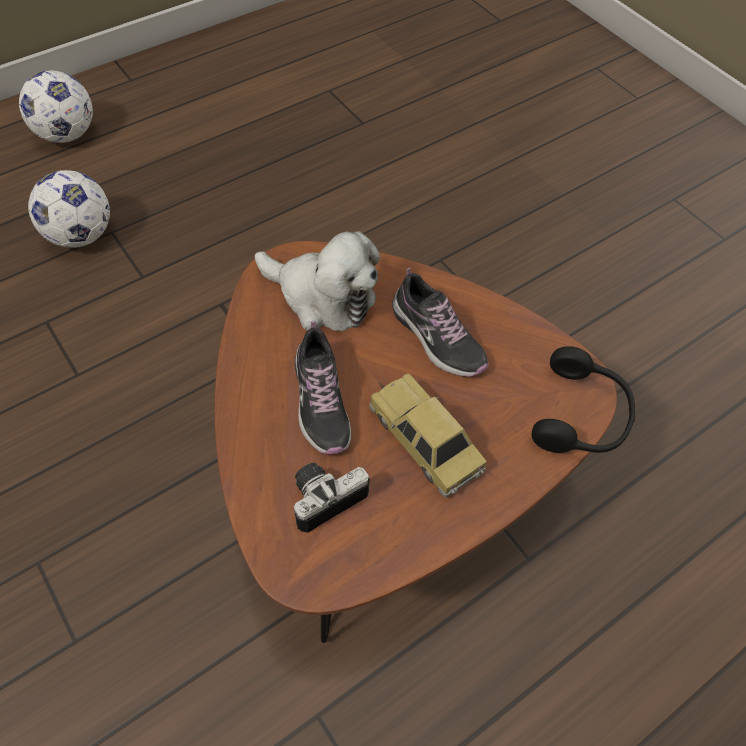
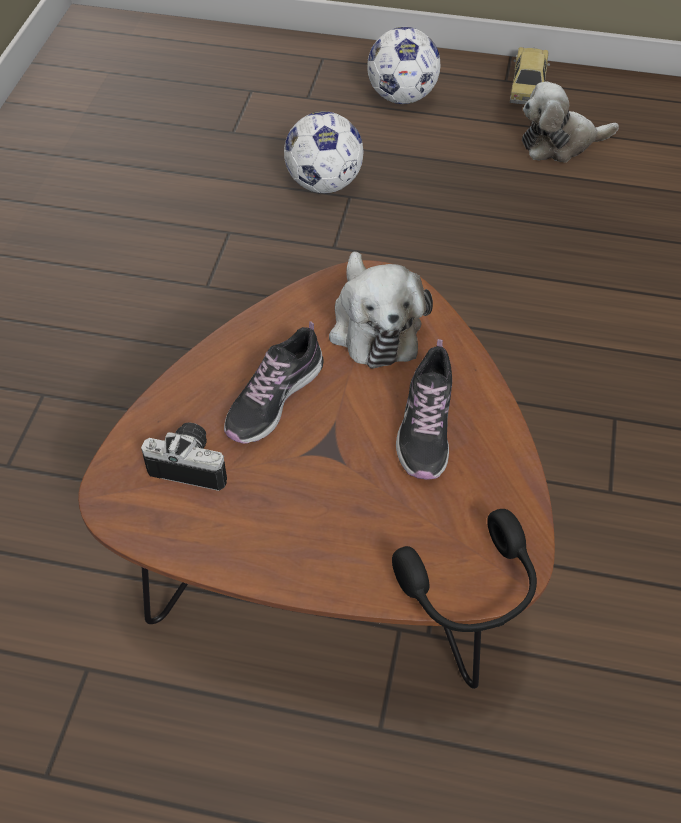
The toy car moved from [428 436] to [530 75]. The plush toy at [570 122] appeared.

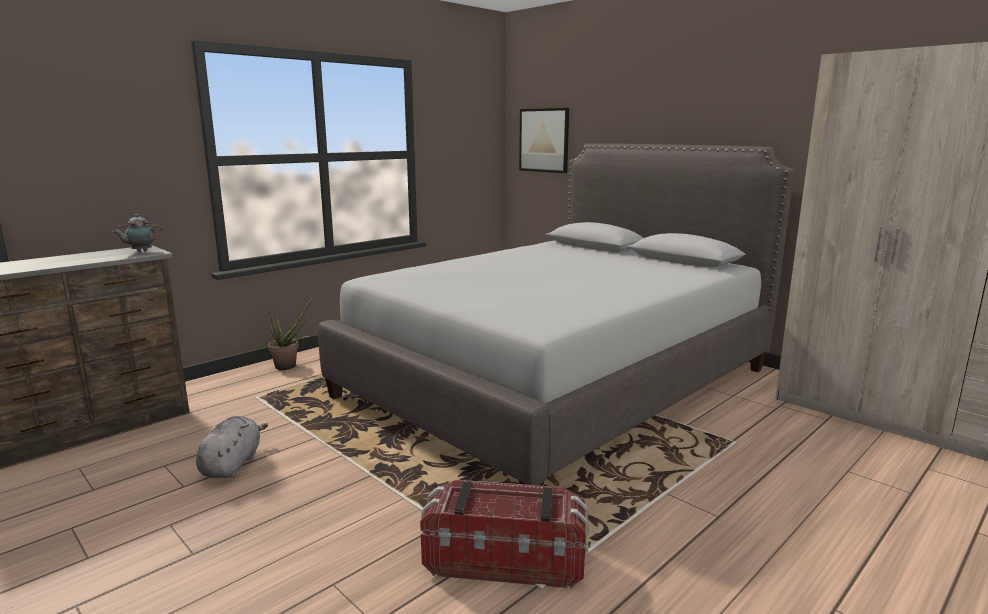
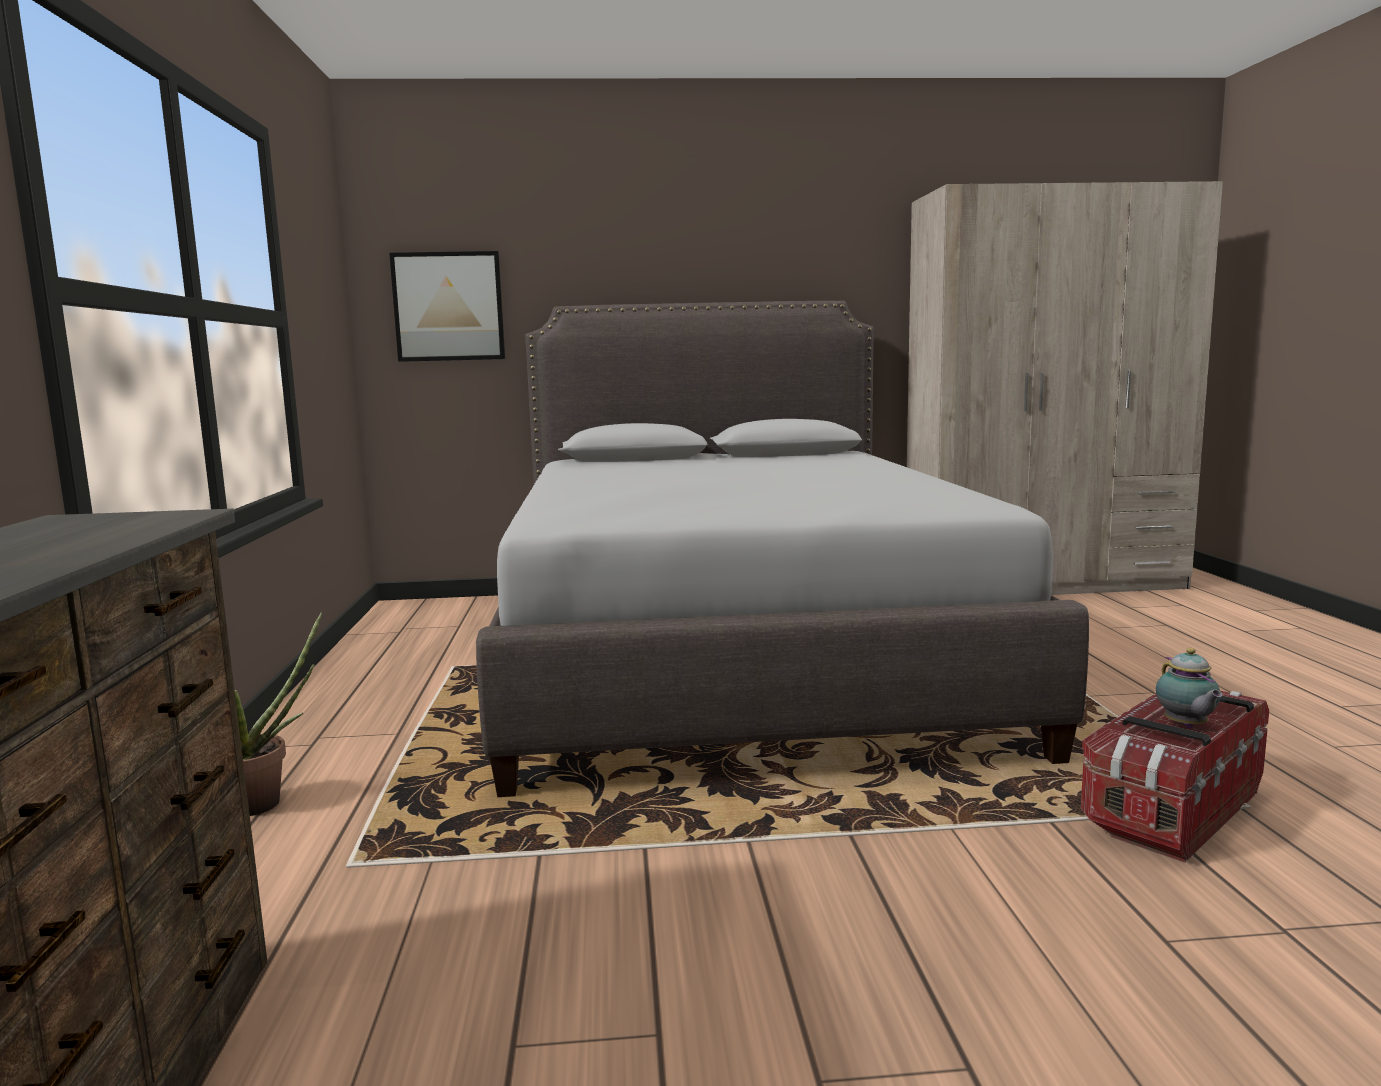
The teapot moved from [137 233] to [1189 688]. The plush toy in grey at [232 447] disappeared.

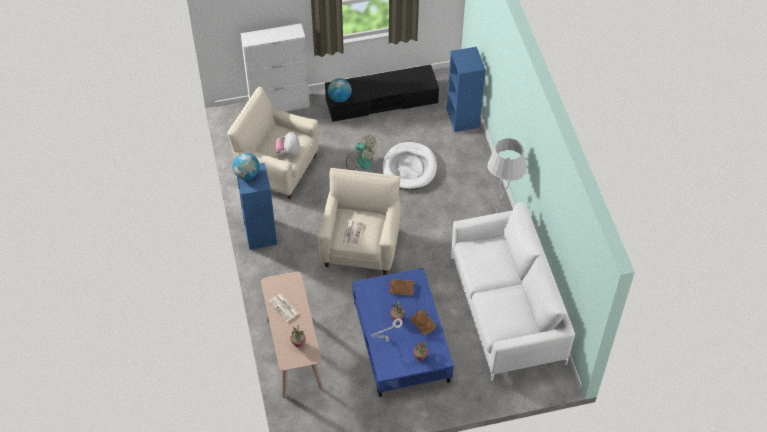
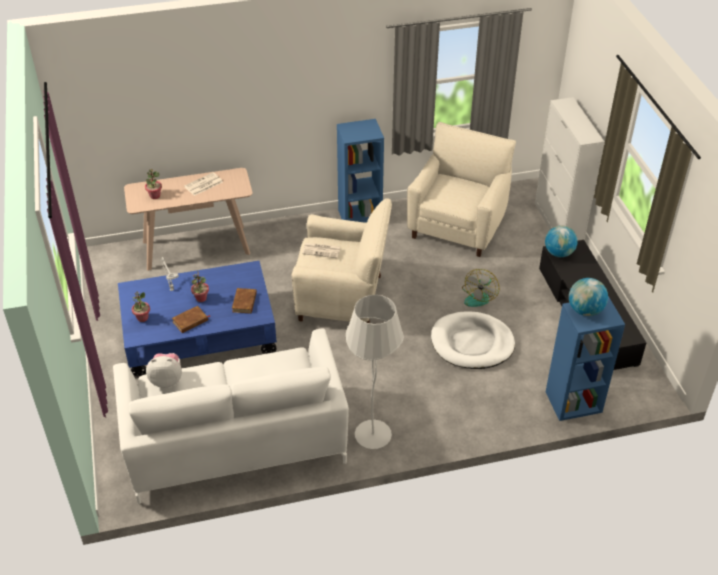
The plush toy moved from [287 144] to [164 370]. The globe moved from [246 166] to [588 297].

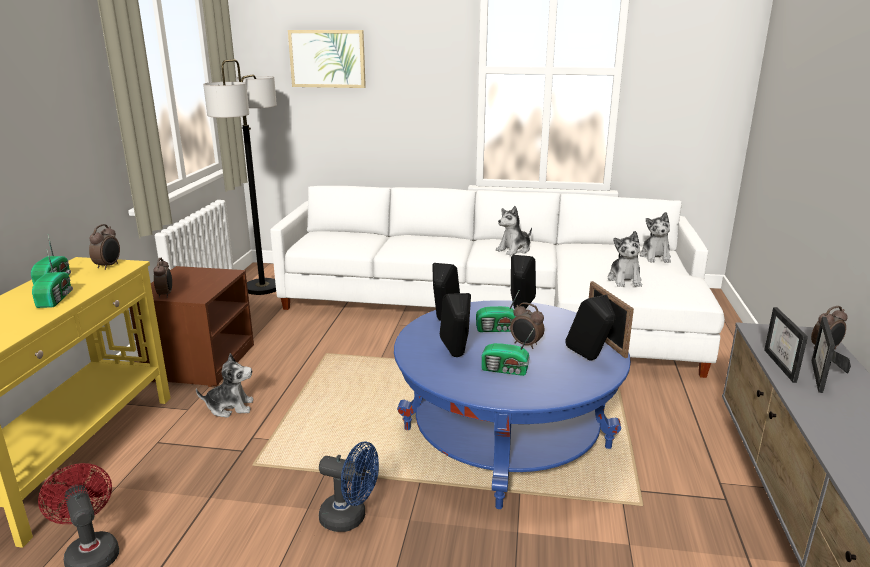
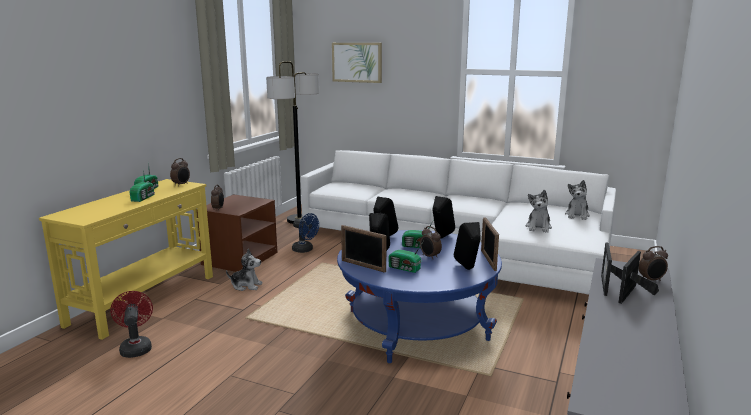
The plush toy at [514 231] disappeared. The fan in blue moved from [349 487] to [305 233]. The picture frame at [364 249] appeared.

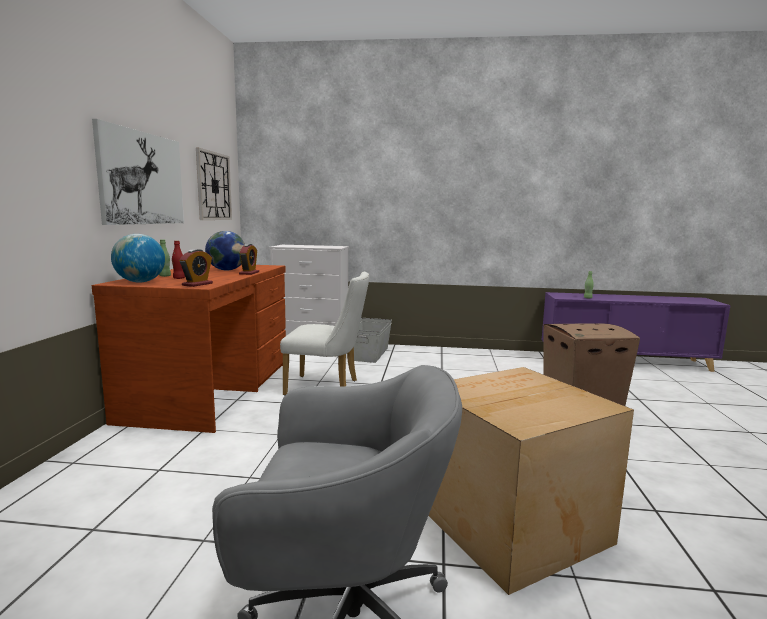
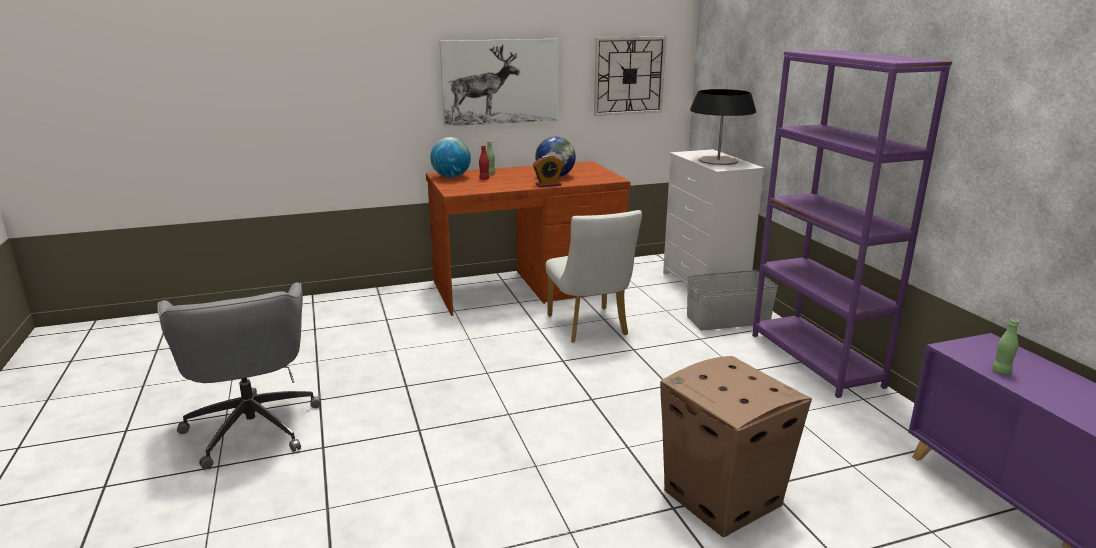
The alarm clock at [196 268] disappeared. The cardboard box at [531 481] disappeared. The bookcase in purple at [852 224] appeared. The table lamp at [723 127] appeared.

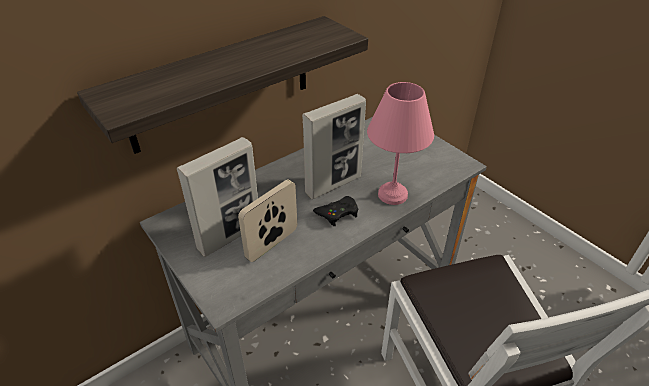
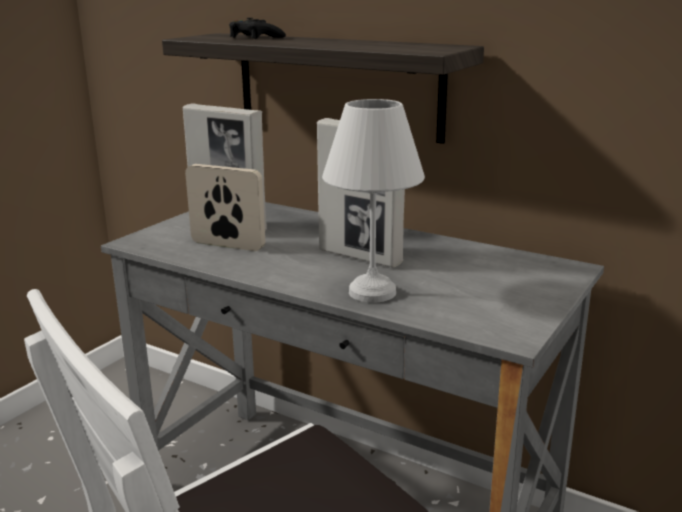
The table lamp in pink at [400 143] became the table lamp in white at [373 201]. The game controller in black moved from [335 211] to [257 28].

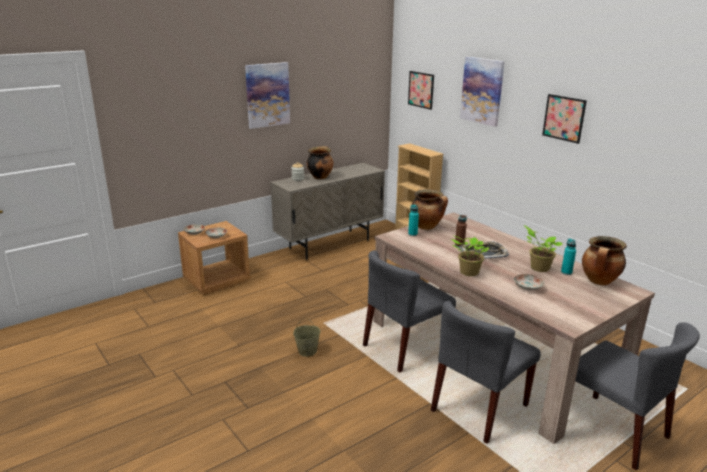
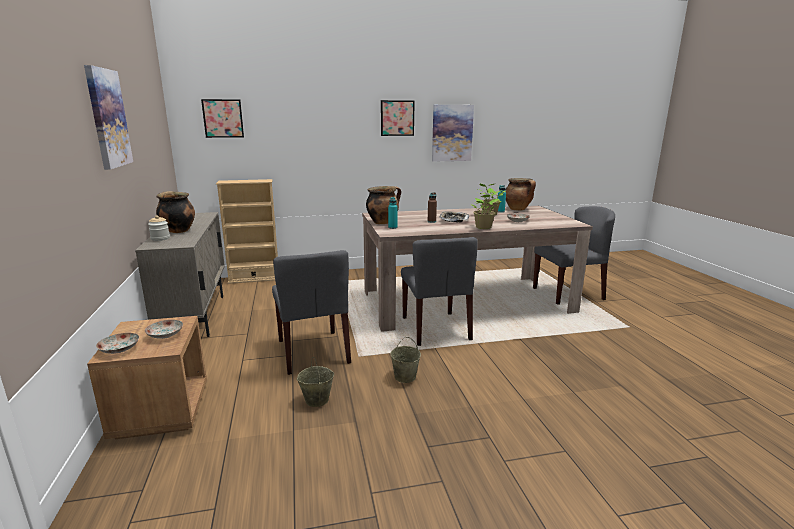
The picture moved from [482 92] to [453 133]. The chair in grey moved from [486 372] to [311 312]. The bucket in beige at [315 382] appeared.

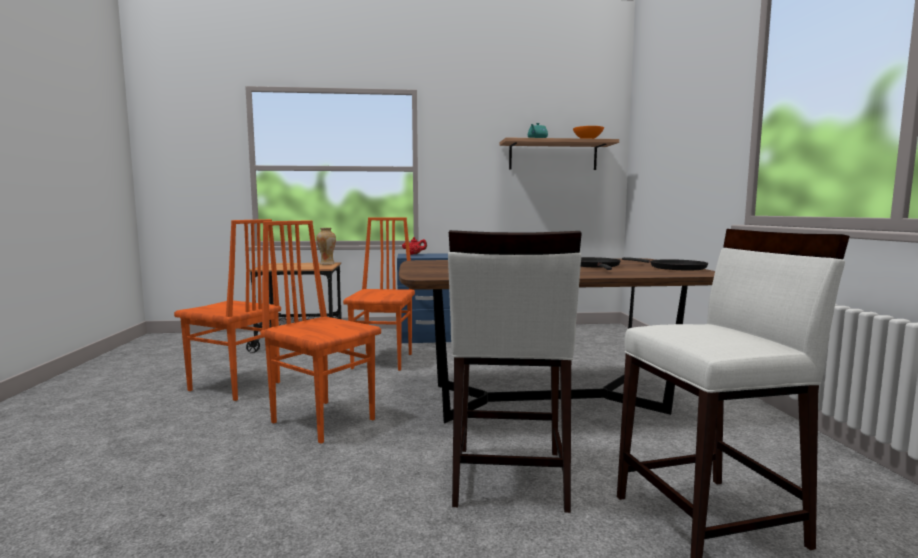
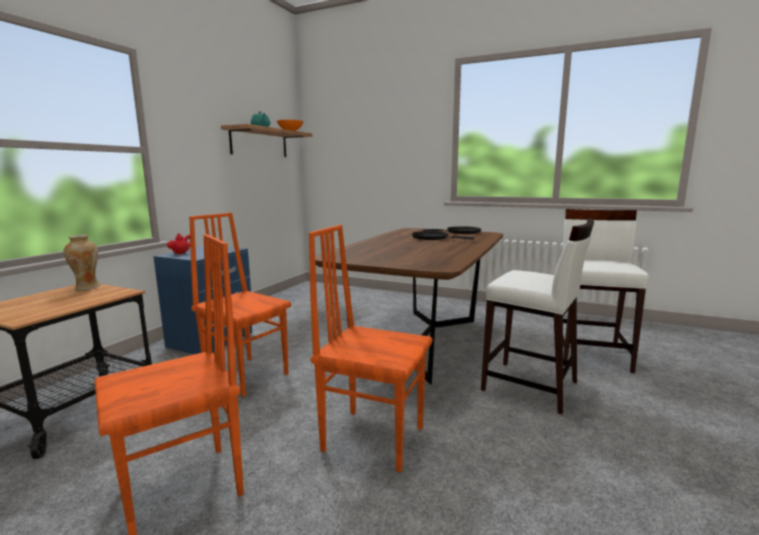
The chair in orange at [320 332] turned 45 degrees clockwise.

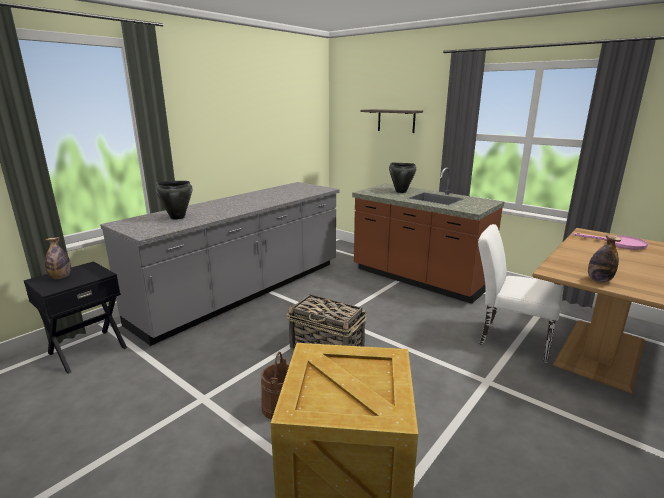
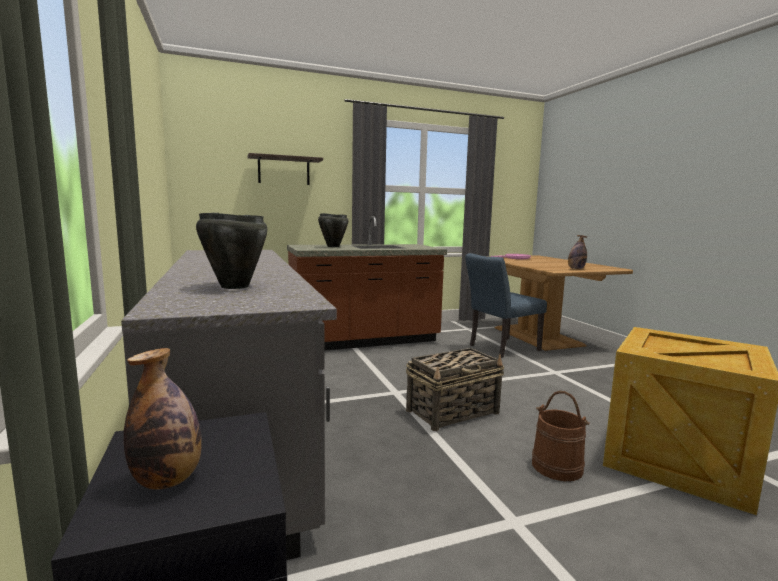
The chair in white at [521 293] became the chair in blue at [506 305].

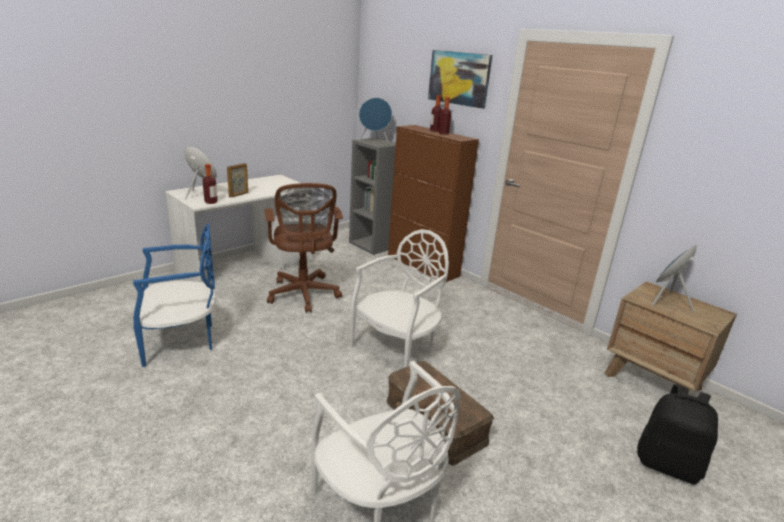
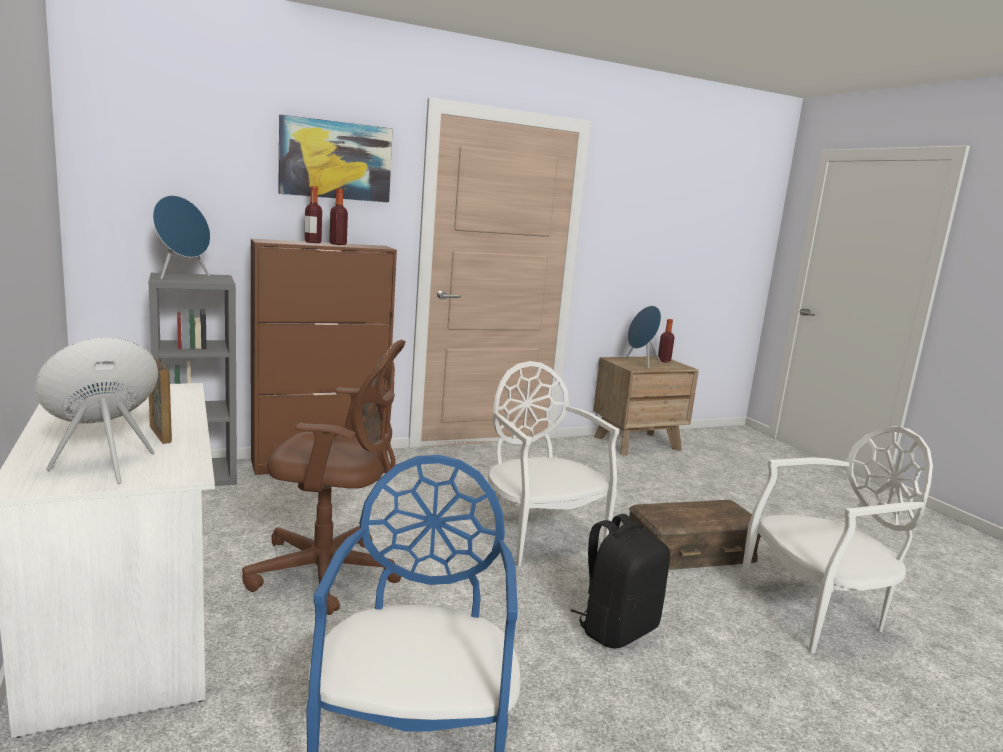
The bottle moved from [210 184] to [665 340]. The backpack in black moved from [677 434] to [620 581].

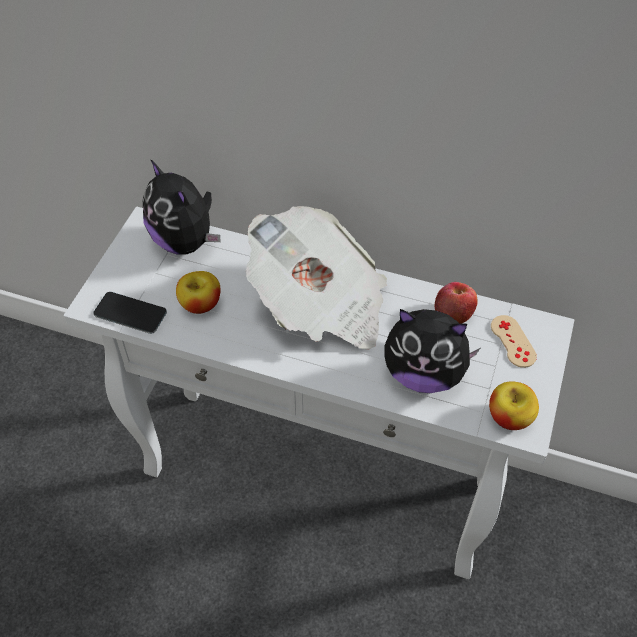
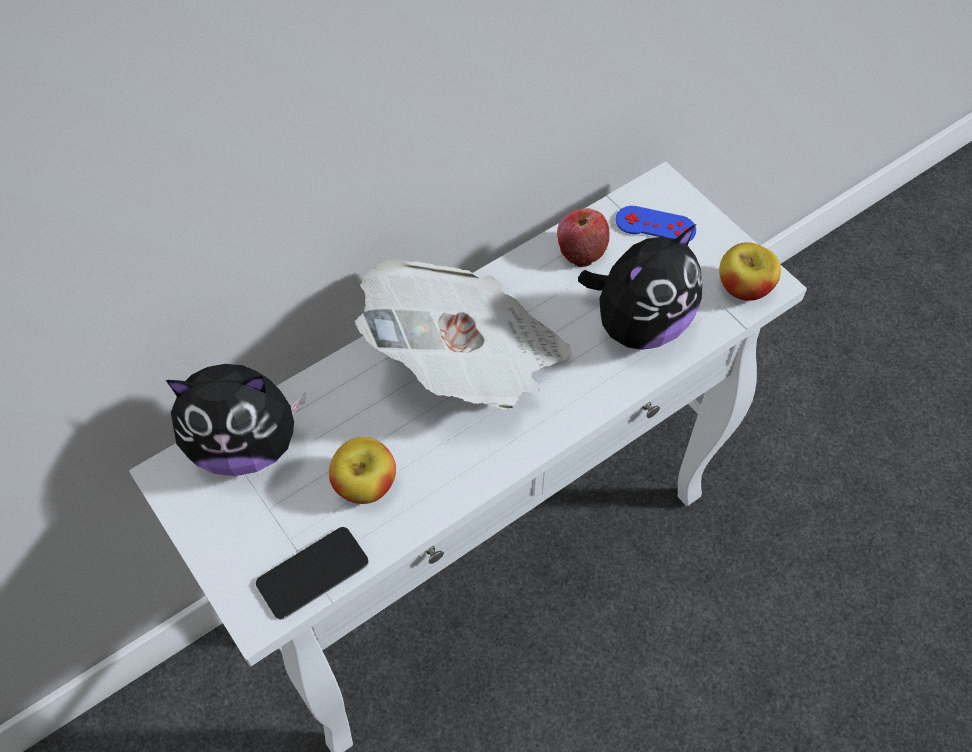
The game controller in beige at [514 341] became the game controller in blue at [656 224].

